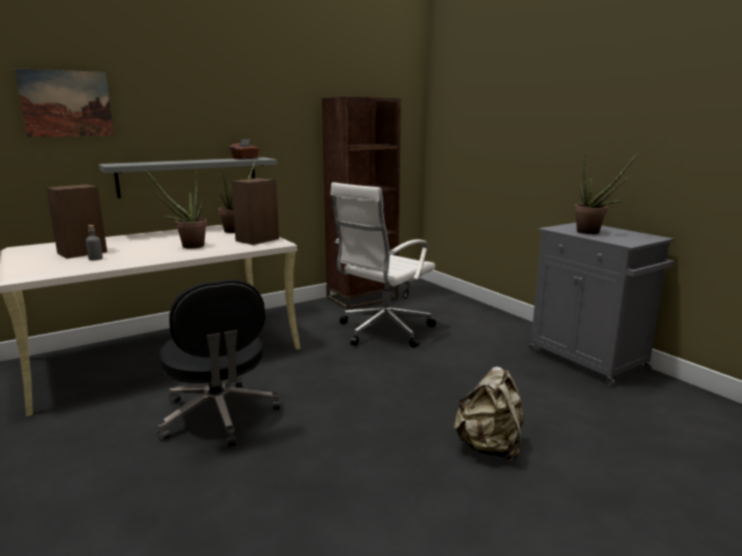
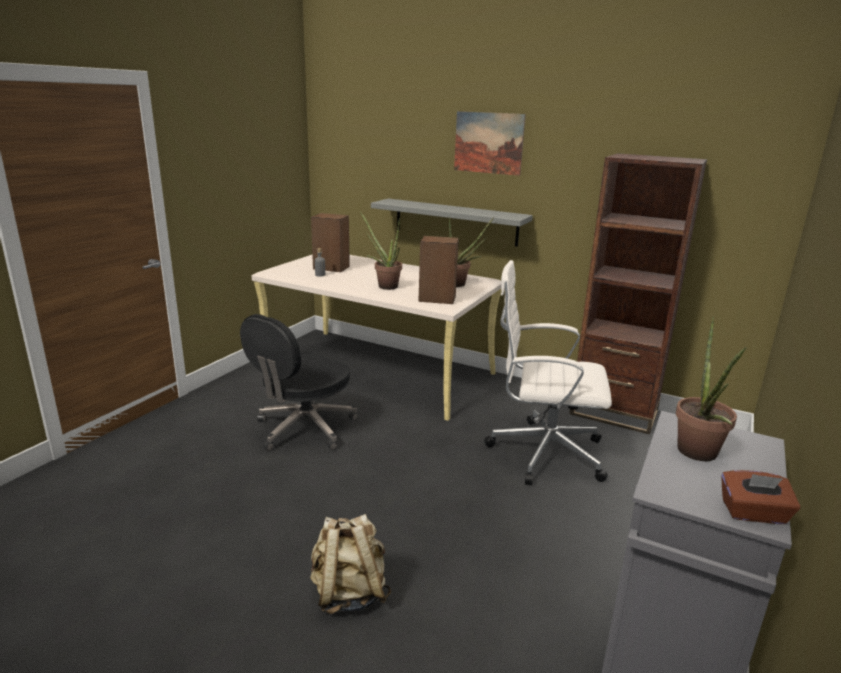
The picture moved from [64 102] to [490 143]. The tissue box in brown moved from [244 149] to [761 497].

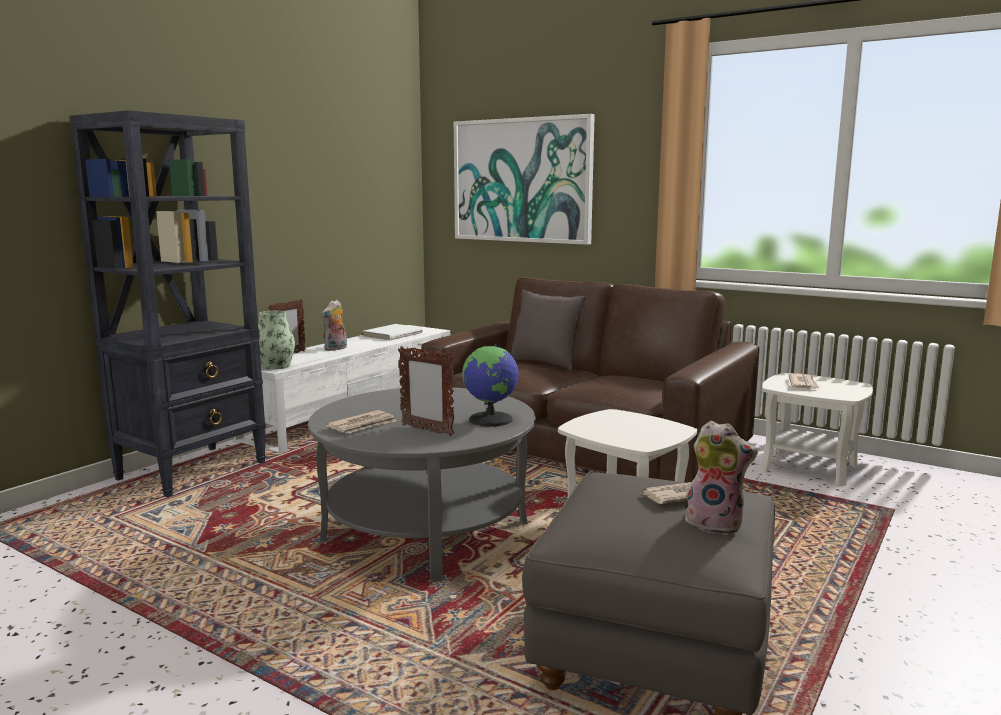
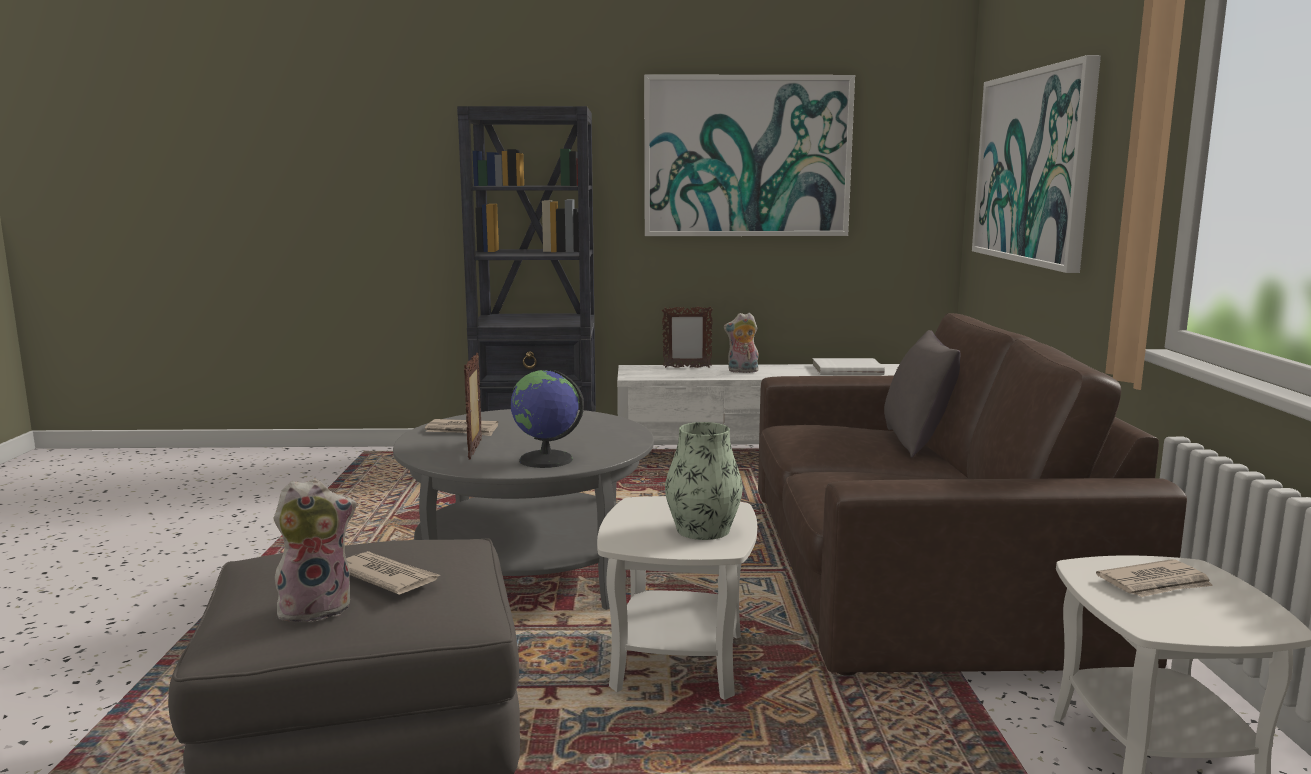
The vase moved from [276 340] to [704 481]. The plush toy at [721 478] turned 105 degrees counterclockwise. The picture at [749 155] appeared.

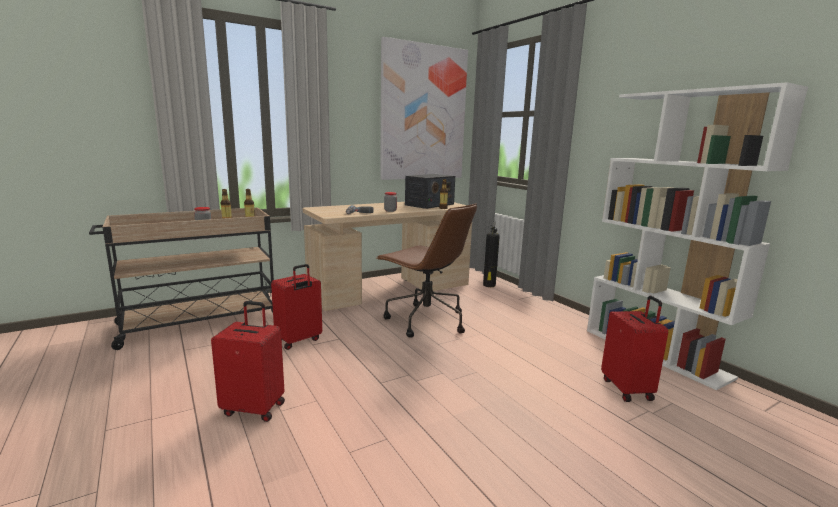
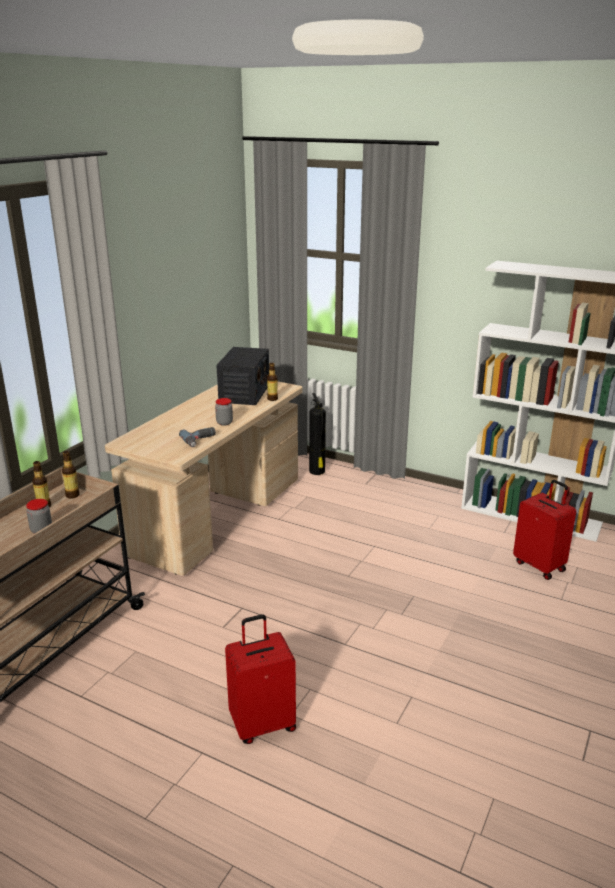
The picture at [424 108] disappeared. The office chair in brown at [426 270] disappeared. The suitcase in red at [296 307] disappeared.

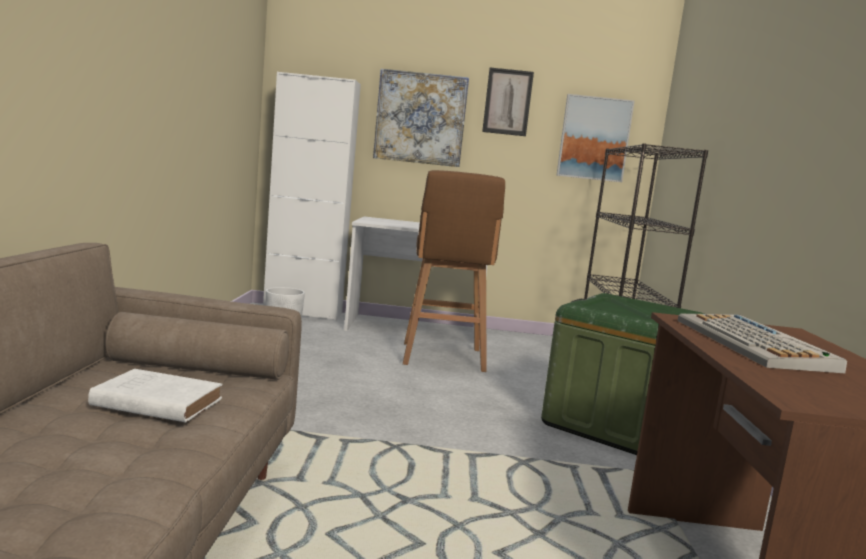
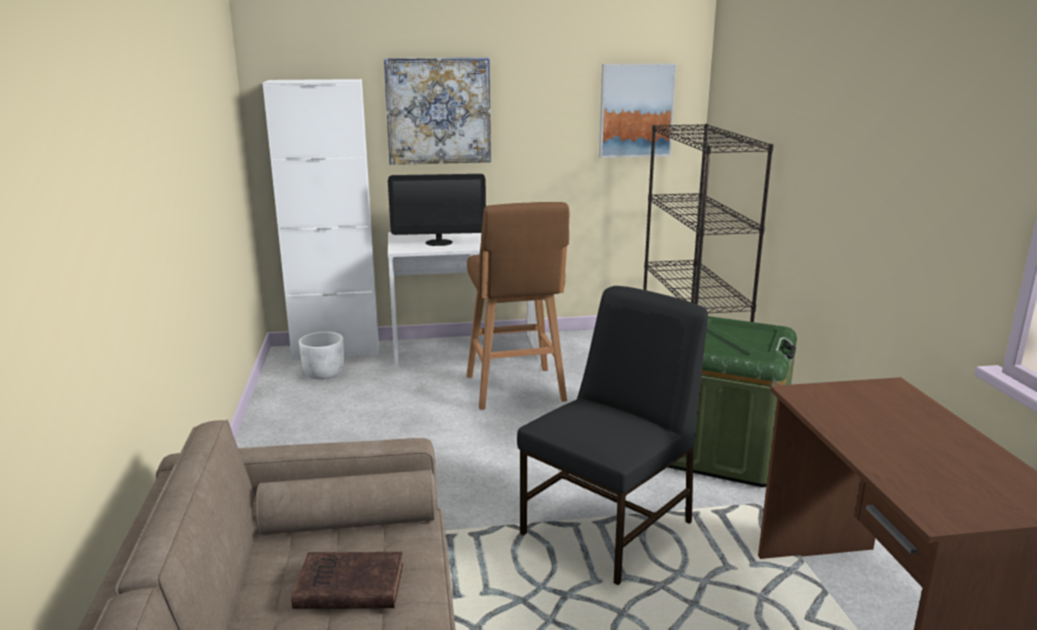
The picture at [508 102] disappeared. The keyboard at [762 343] disappeared. The book in white at [155 396] became the book in brown at [347 580]. The monitor at [437 210] appeared. The chair in black at [612 435] appeared.

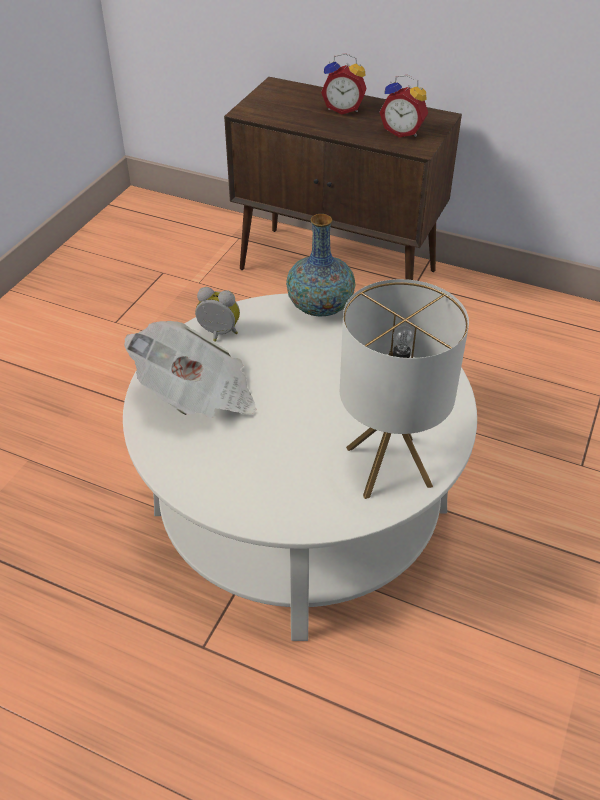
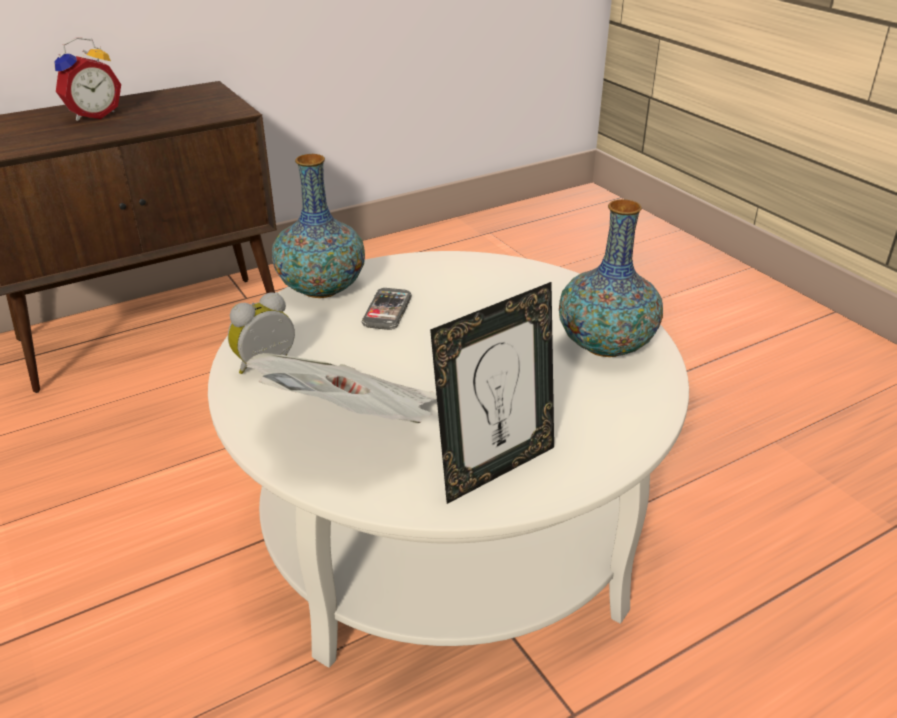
The alarm clock at [403 106] disappeared. The table lamp at [404 389] was replaced by the vase at [611 278]. The picture frame at [492 393] appeared. The phone at [387 309] appeared.

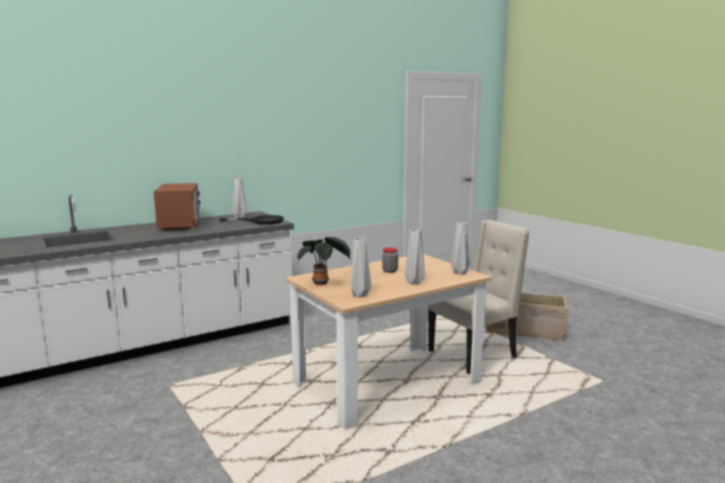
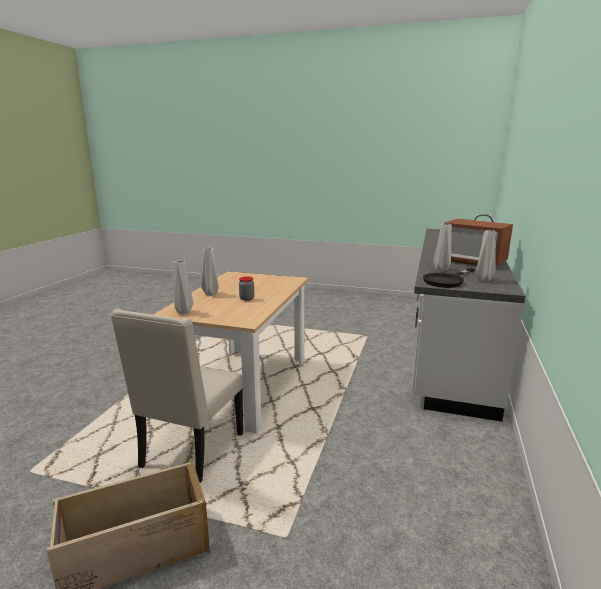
The potted plant at [323 261] disappeared. The vase in grey moved from [361 267] to [442 247].

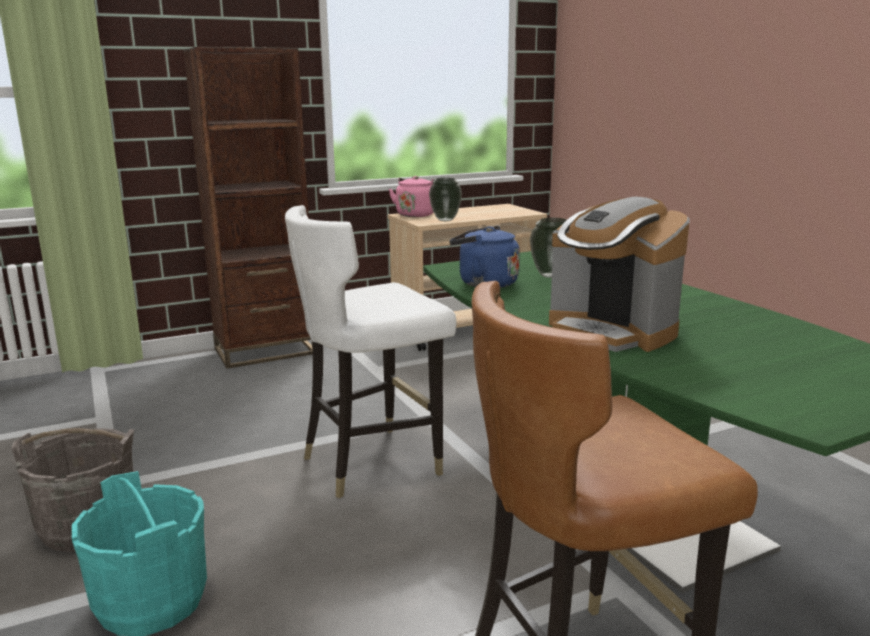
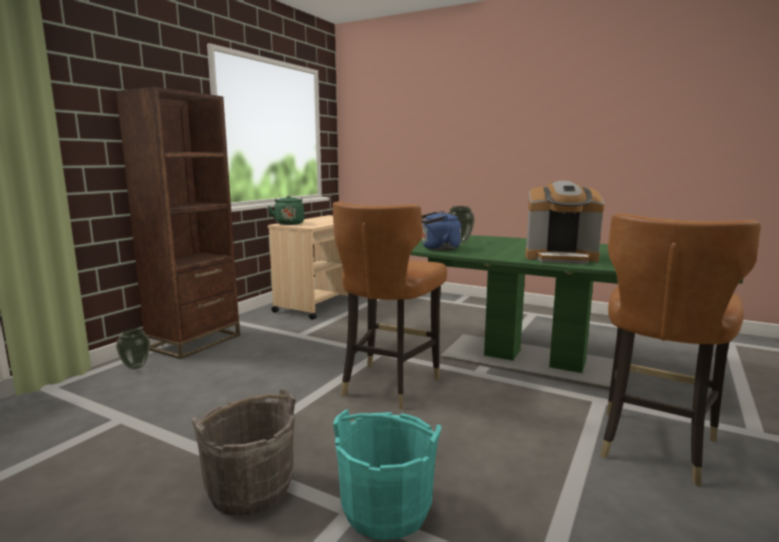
The kettle in pink at [411 196] became the kettle in green at [286 210]. The vase moved from [445 199] to [133 349]. The chair in white at [371 351] became the chair in brown at [390 305].

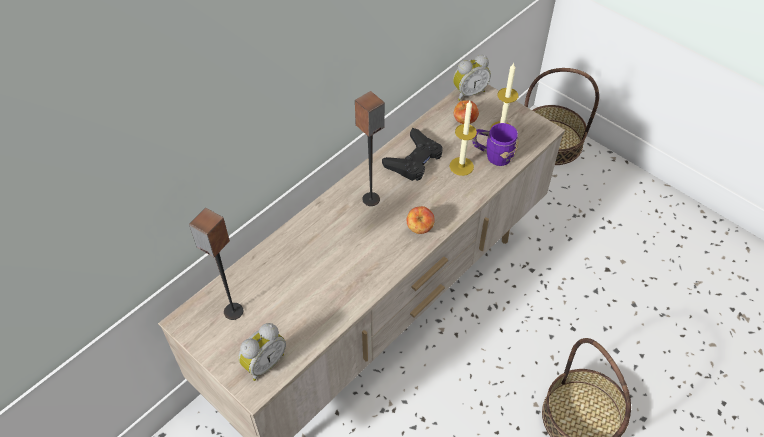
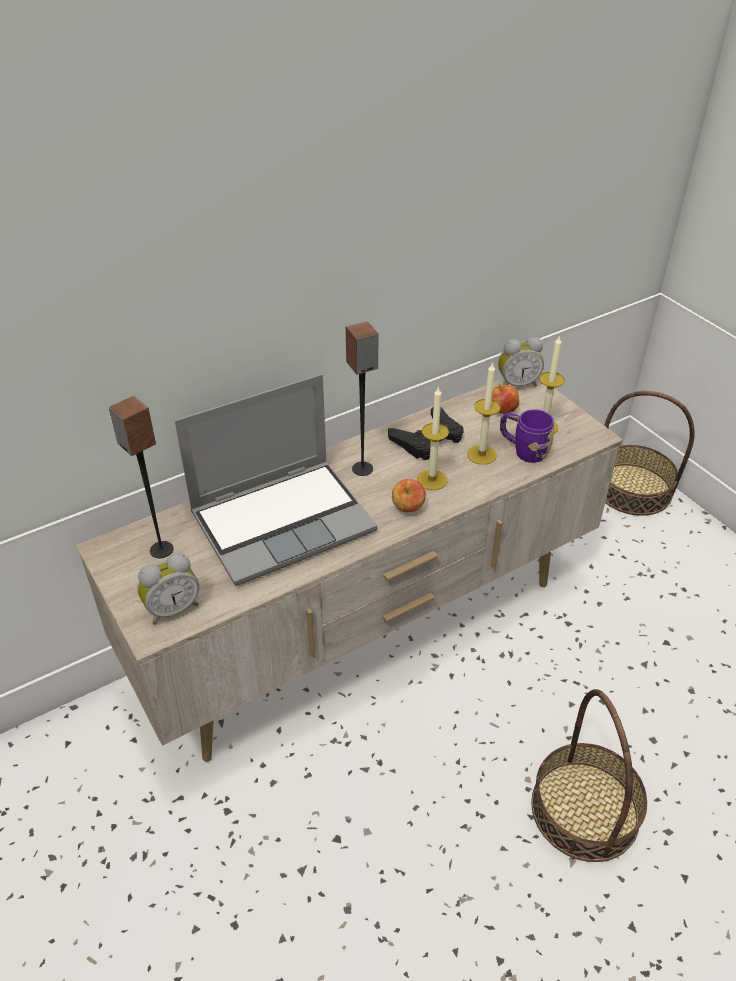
The laptop at [276 480] appeared. The candle at [433 438] appeared.

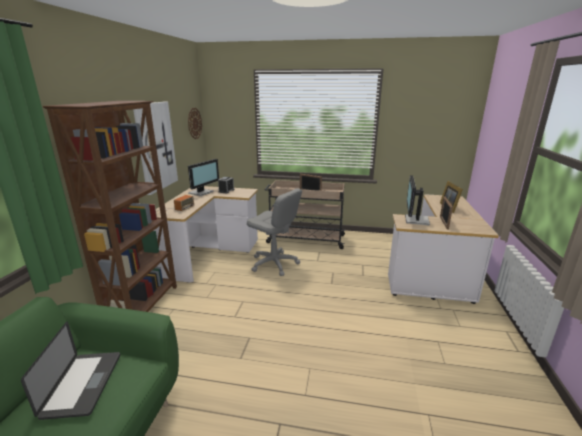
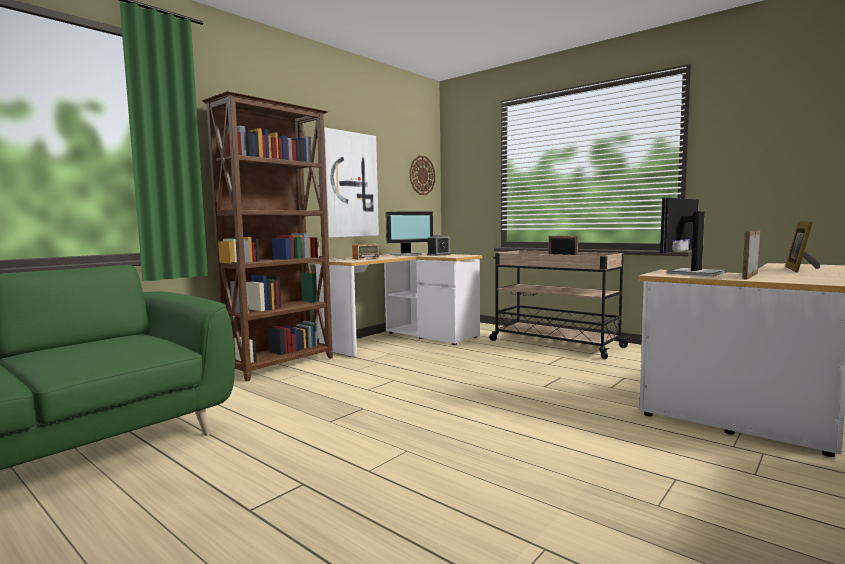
The office chair in grey at [274 232] disappeared. The laptop at [70 371] disappeared.

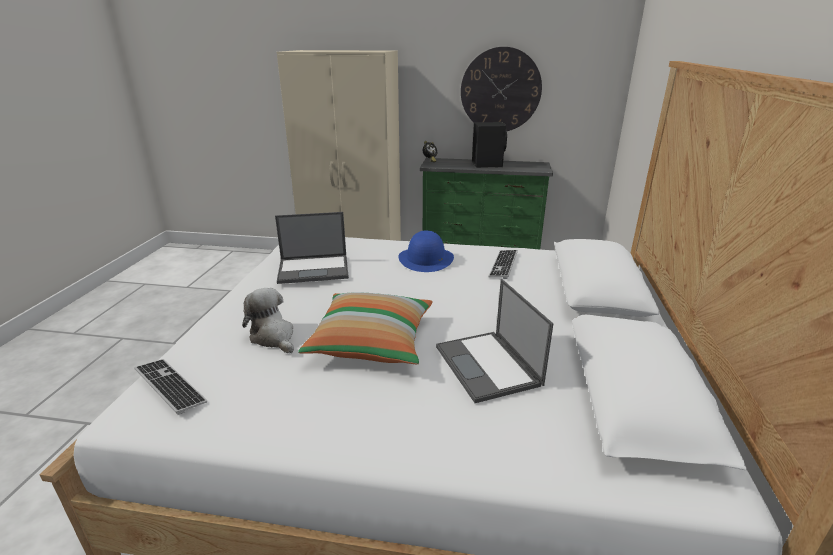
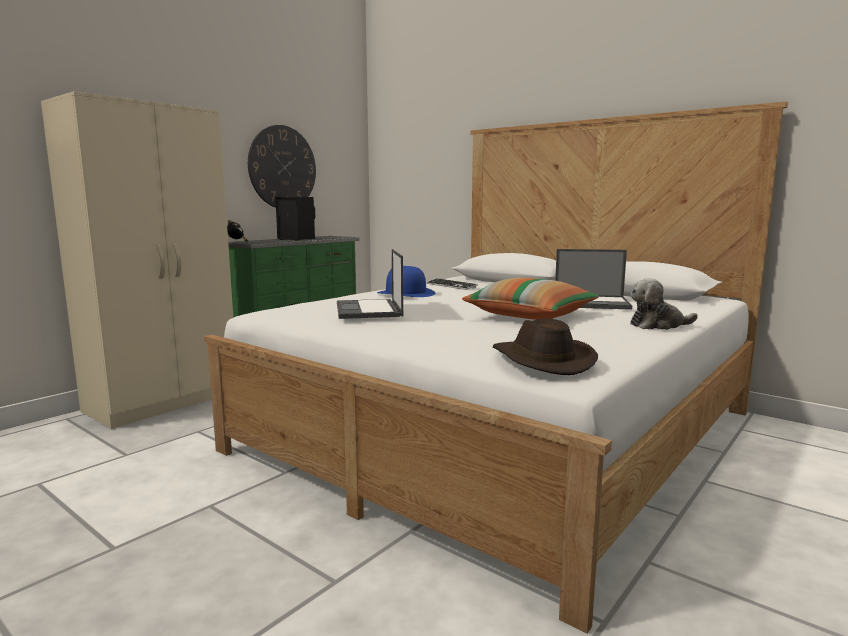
The laptop at [312 248] turned 150 degrees clockwise. The plush toy moved from [268 320] to [664 304]. The keyboard at [170 387] was replaced by the hat in brown at [545 347].

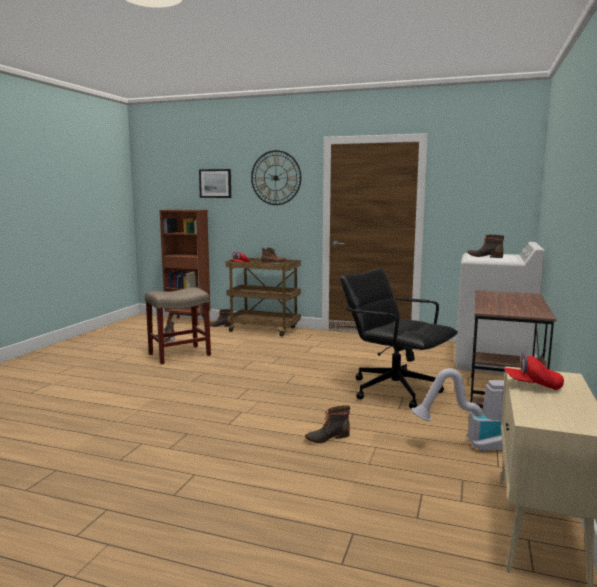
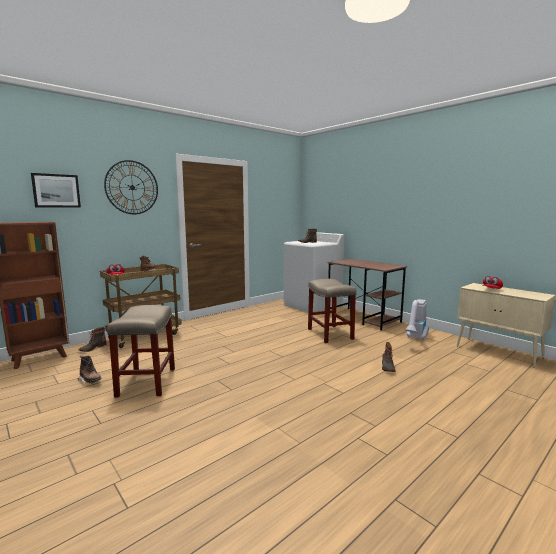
The office chair in black at [399 338] was replaced by the stool in beige at [332 311].

